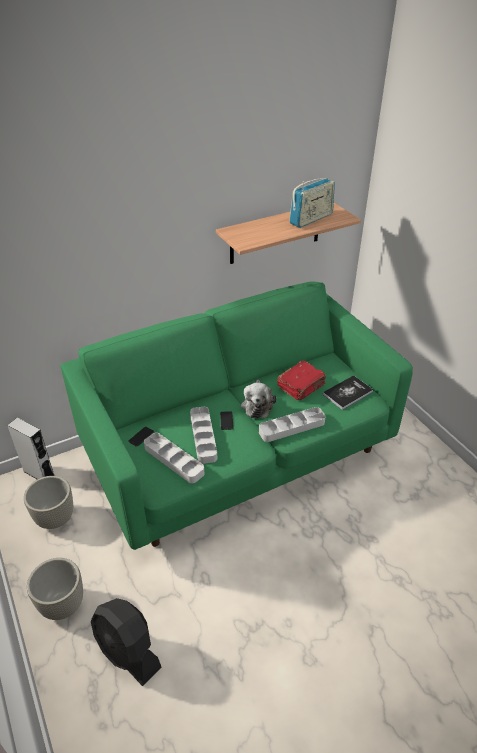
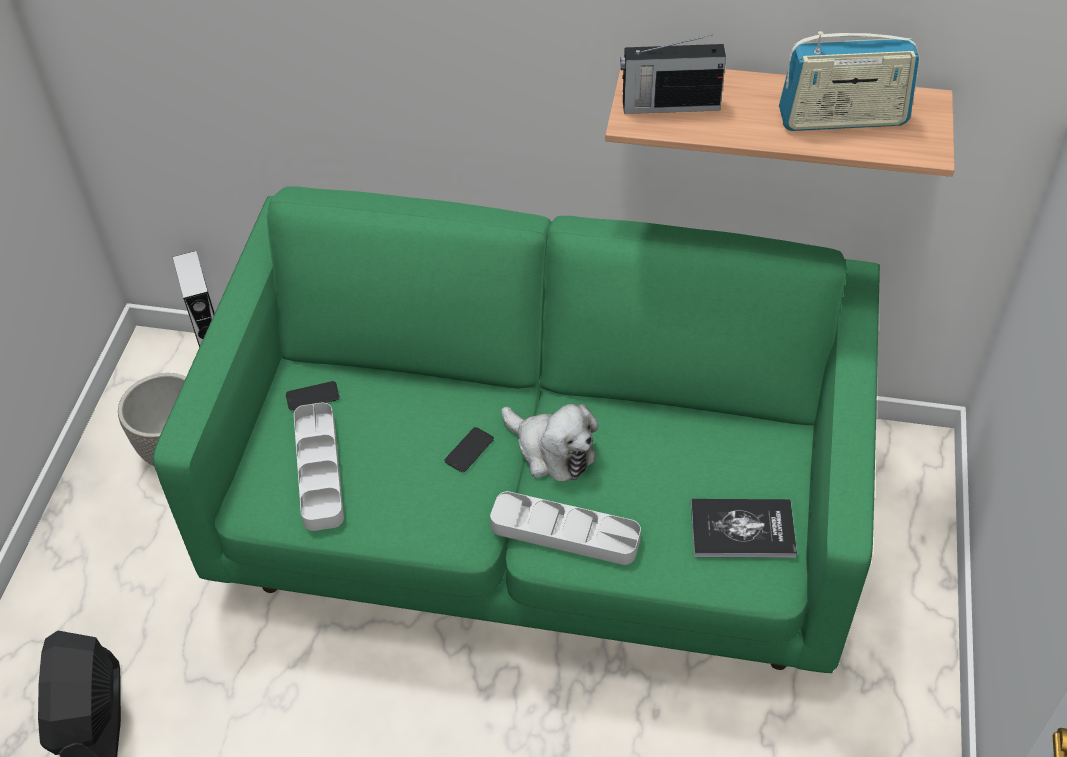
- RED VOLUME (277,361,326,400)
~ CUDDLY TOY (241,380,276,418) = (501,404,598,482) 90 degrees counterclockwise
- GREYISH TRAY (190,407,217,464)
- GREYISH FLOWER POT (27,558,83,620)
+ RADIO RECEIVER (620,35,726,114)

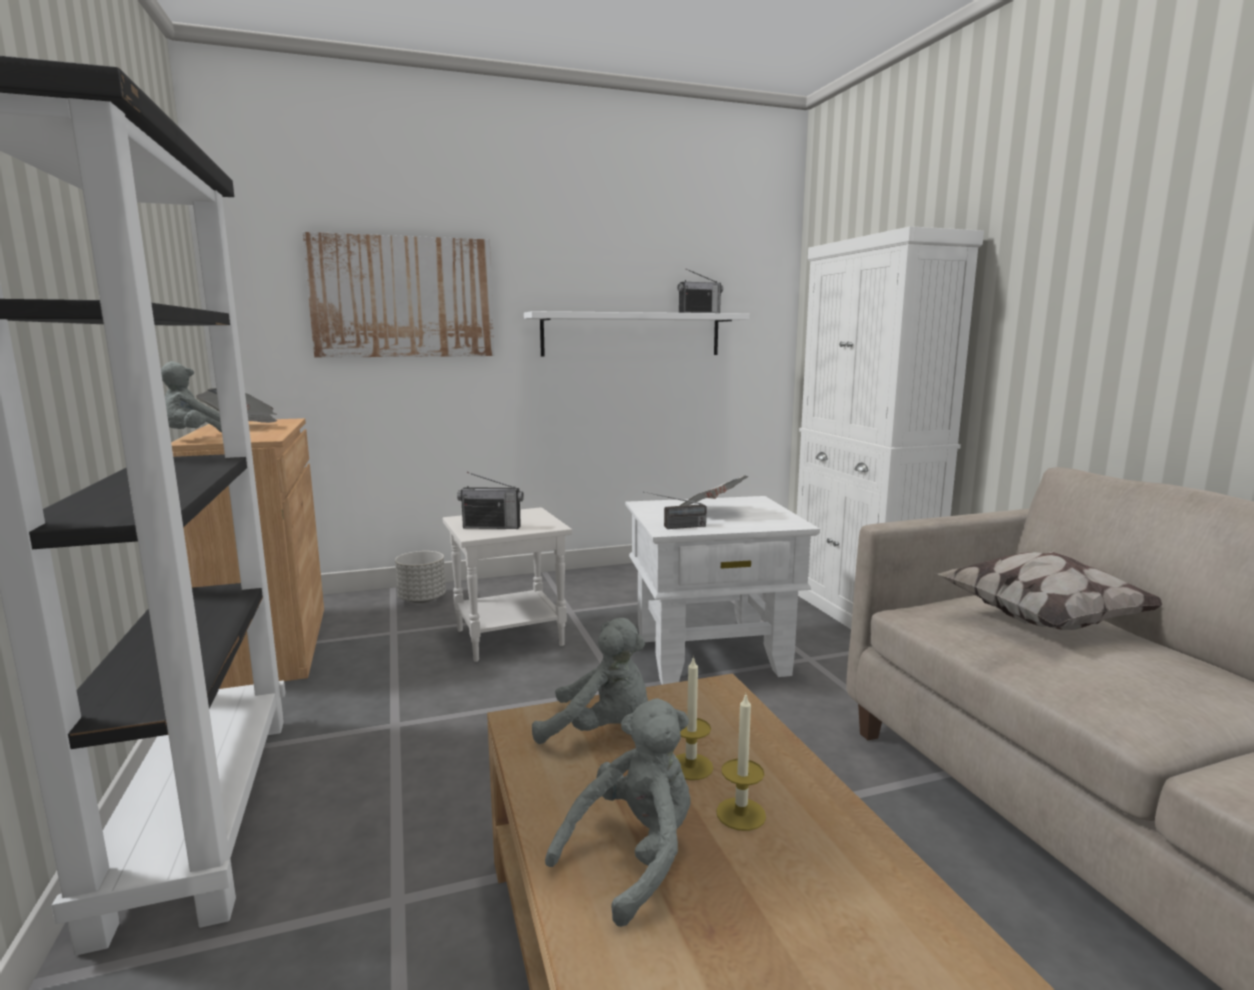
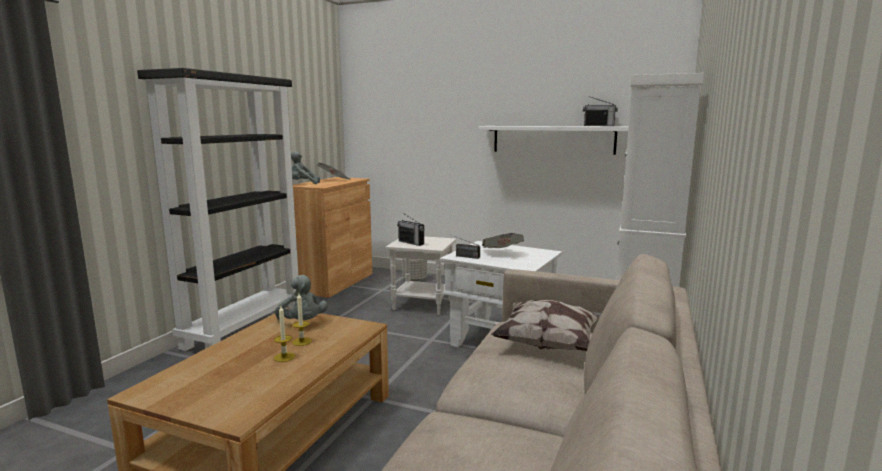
- WALL PICTURE (302,232,495,358)
- GREYISH CUDDLY TOY (545,698,690,927)

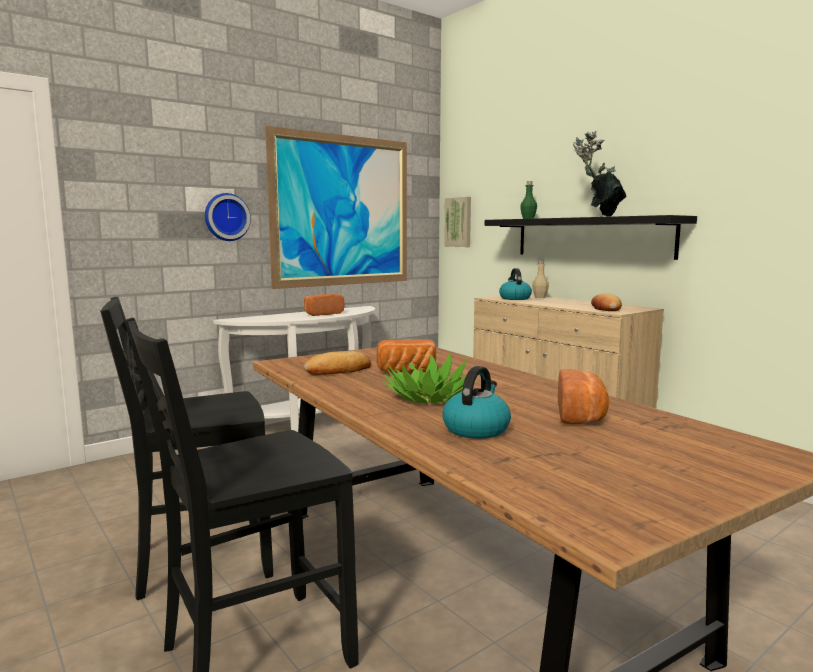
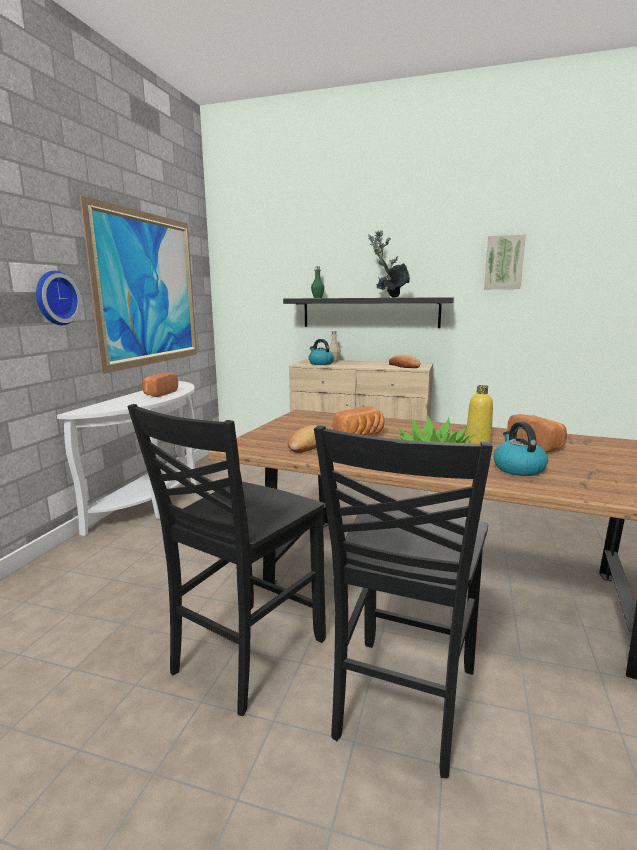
~ WALL PICTURE (444,197,471,247) to (484,235,526,289)
+ YELLOWISH DRINK BOTTLE (466,385,493,444)

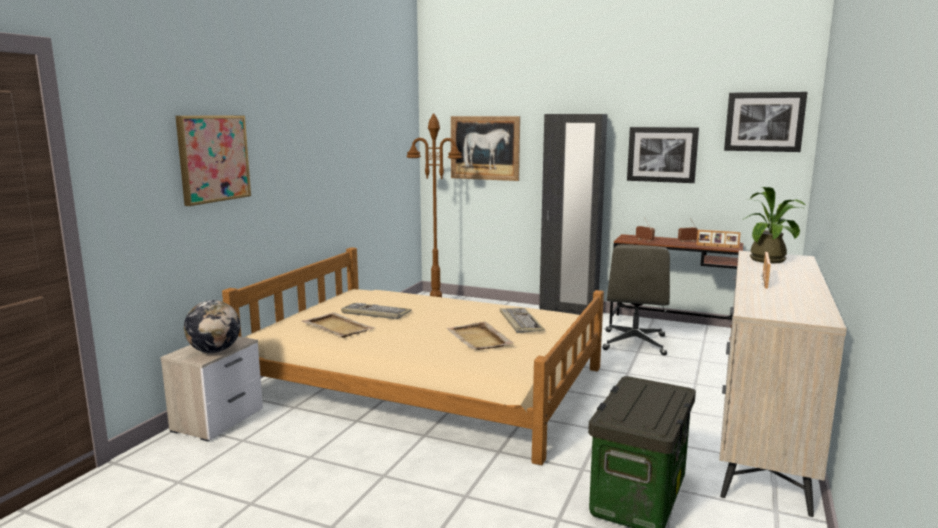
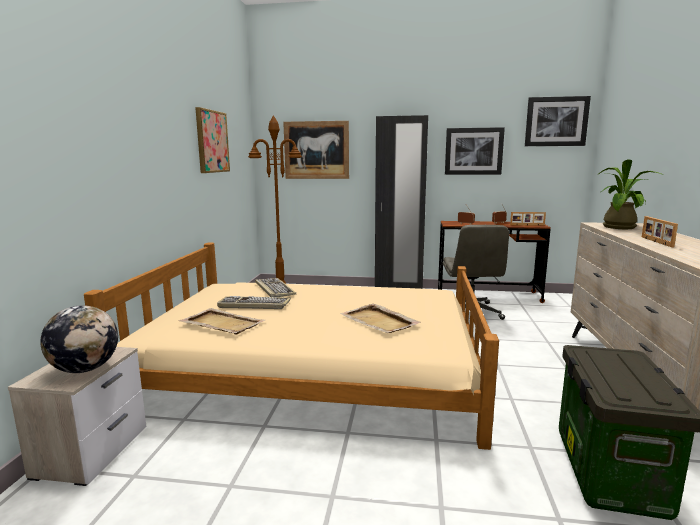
~ WALL PICTURE (175,116,251,206) to (195,107,230,173)
~ COMPUTER KEYBOARD (500,308,545,333) to (255,278,296,297)

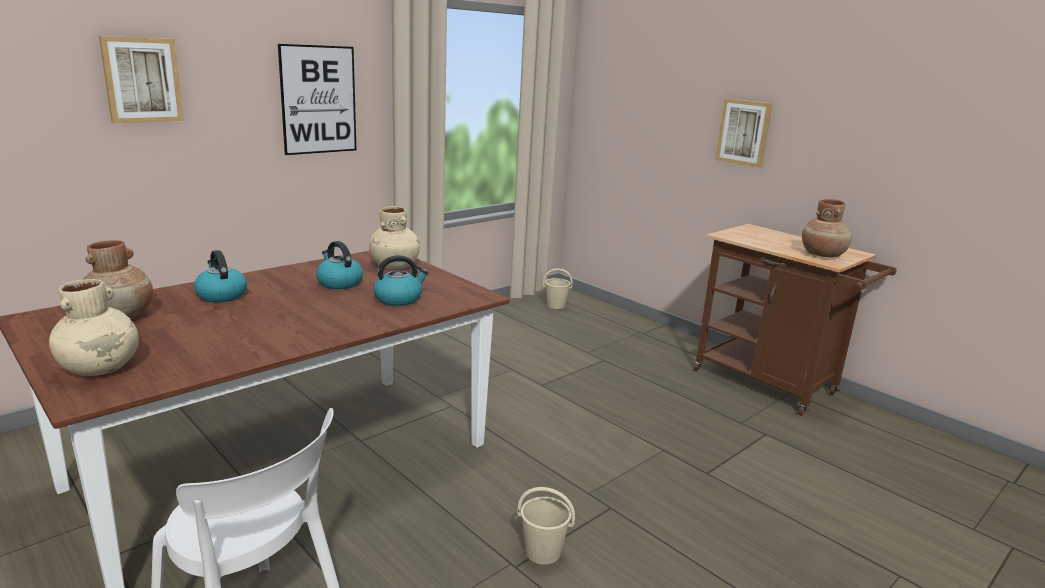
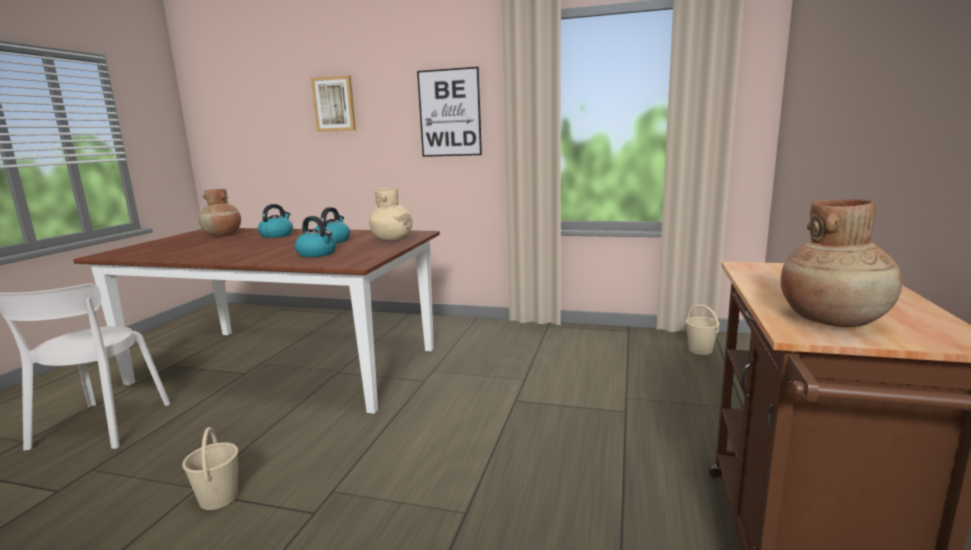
- WALL PICTURE (715,99,773,168)
- SAND-COLOURED VASE (49,279,139,376)

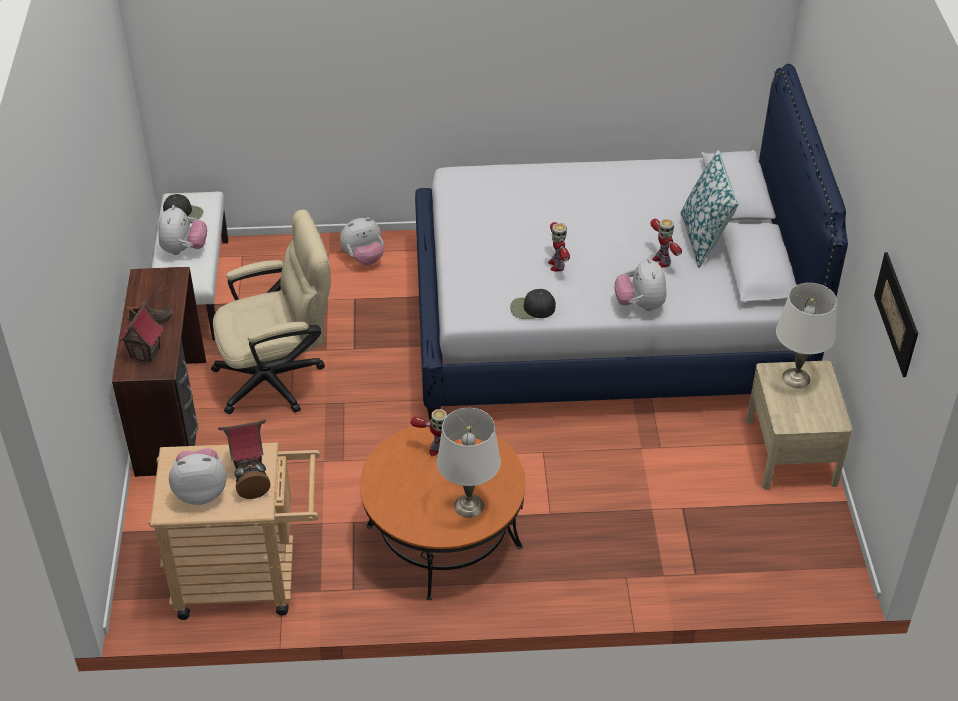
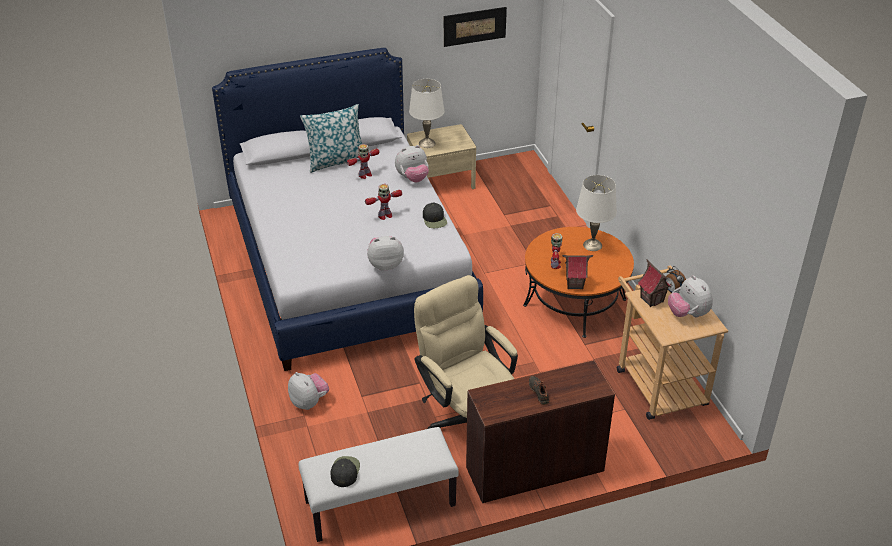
~ CUDDLY TOY (158,205,207,255) to (367,236,404,270)
~ MINIATURE HOUSE (120,299,163,362) to (562,255,593,290)

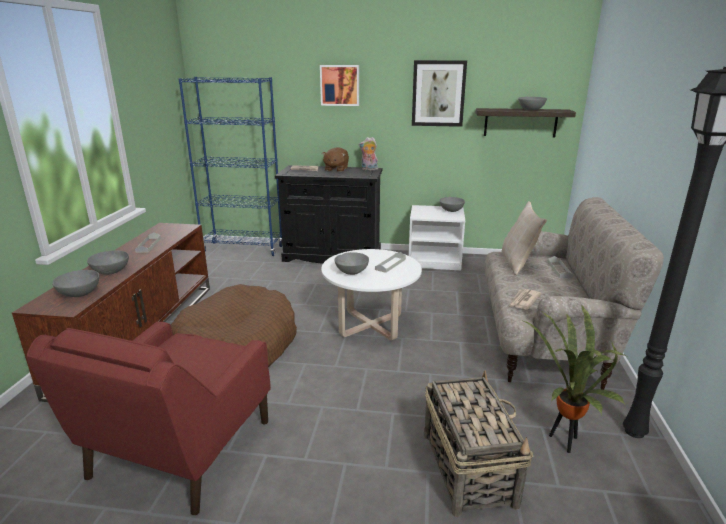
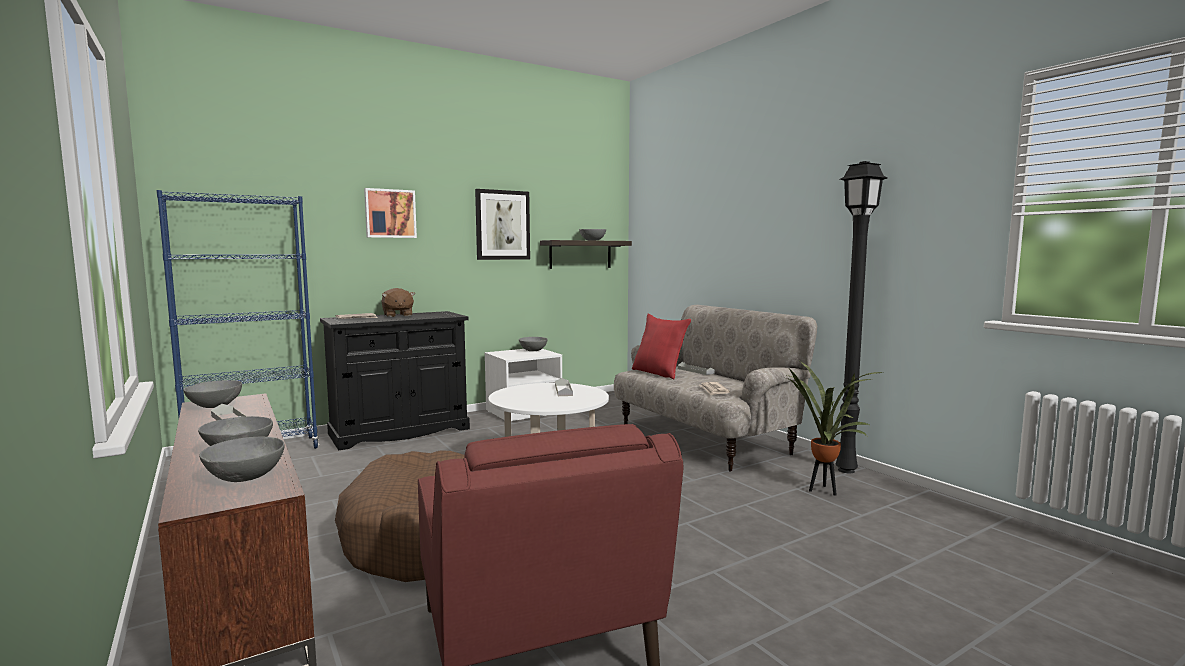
- CUDDLY TOY (359,137,378,170)
~ SAND-COLOURED THROW PILLOW (502,201,547,275) to RED THROW PILLOW (632,314,691,379)
~ GREYISH BOWL (335,252,369,275) to (183,380,242,408)
- STORAGE BASKET (424,370,533,517)

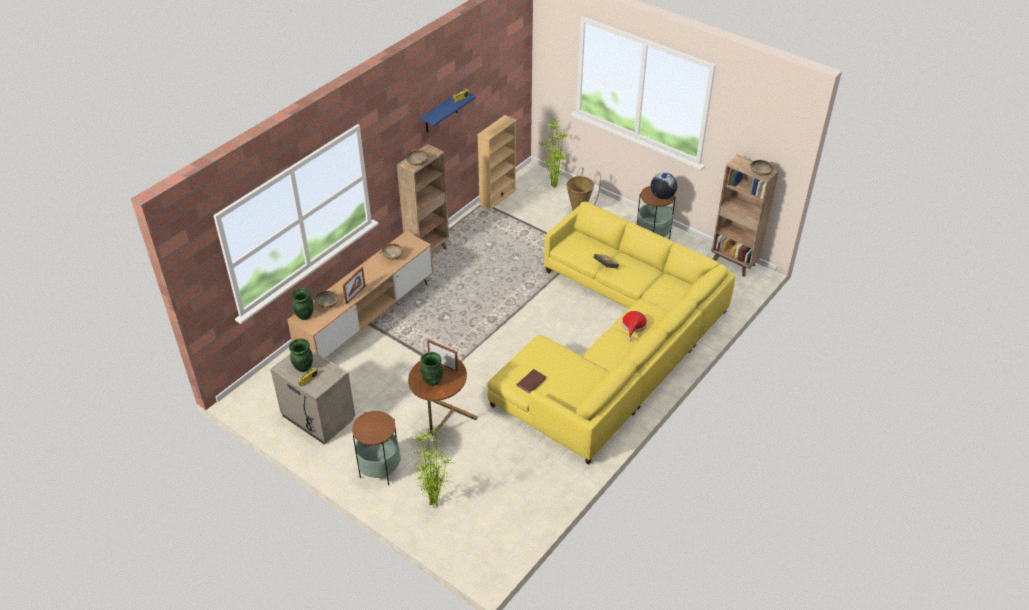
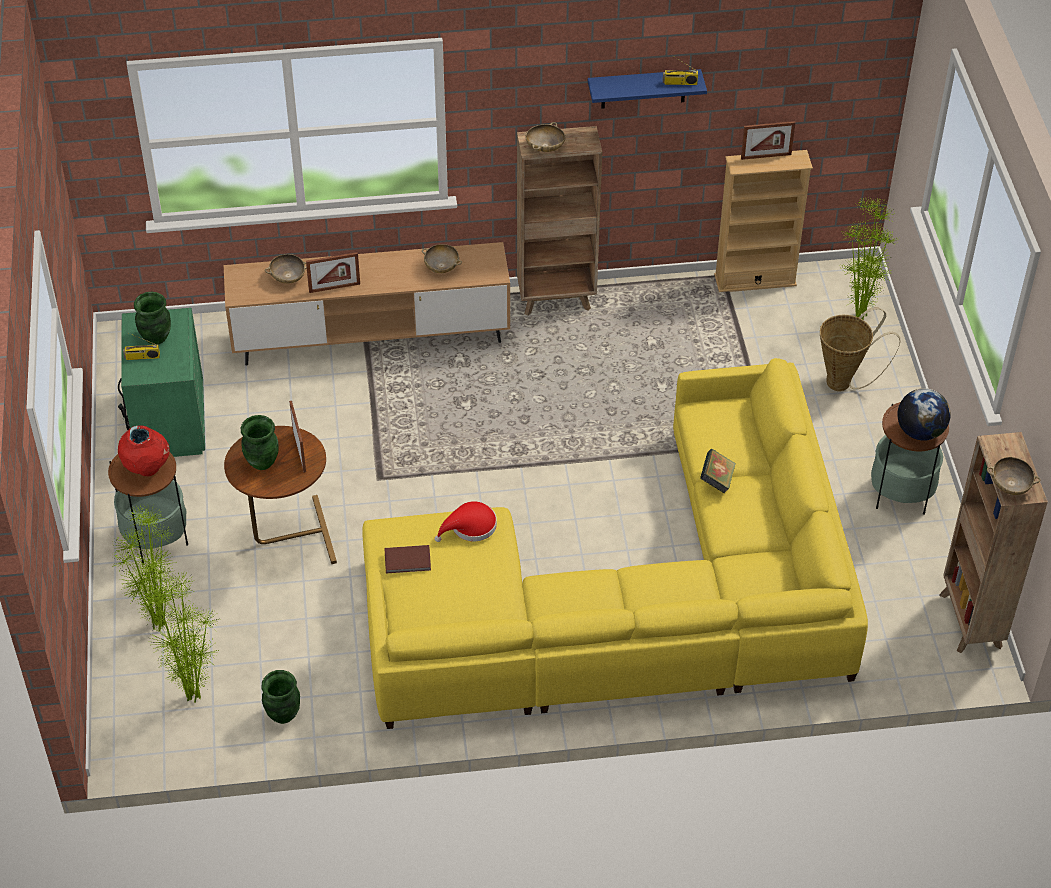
~ GREENISH VASE (291,288,314,320) to (261,670,300,724)
~ RED CLOTHING HAT (622,311,647,341) to (435,501,497,542)
~ SAND-COLOURED NIGHT TABLE (270,349,355,445) to GREENISH NIGHT TABLE (118,308,205,457)
+ PHOTO FRAME (741,121,795,160)
+ RED VASE (118,425,170,476)
+ PLANT IN A POT (140,573,219,703)

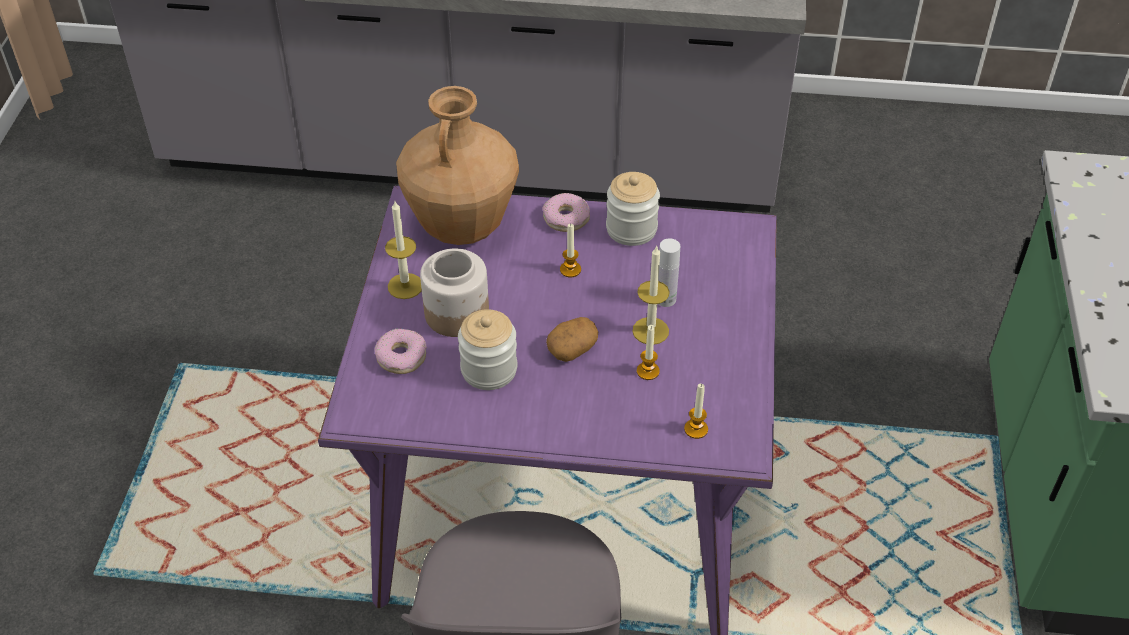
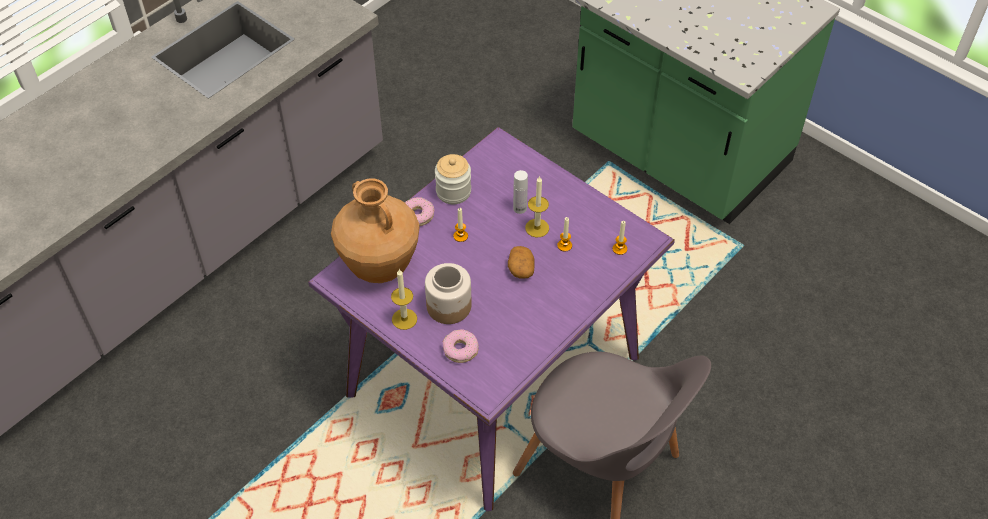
- JAR (458,309,517,390)

